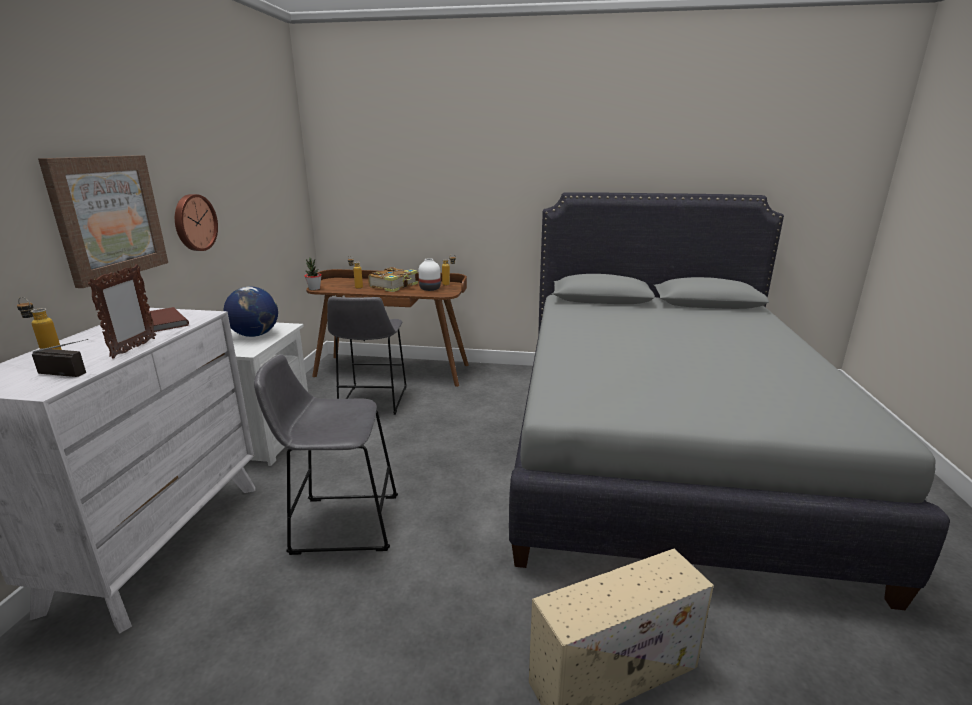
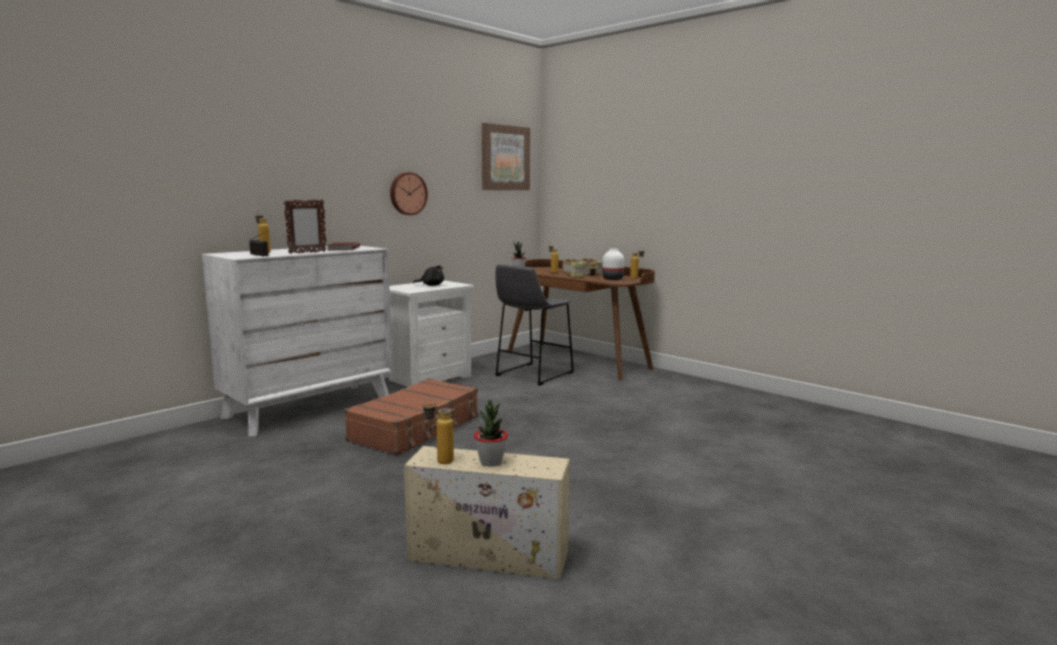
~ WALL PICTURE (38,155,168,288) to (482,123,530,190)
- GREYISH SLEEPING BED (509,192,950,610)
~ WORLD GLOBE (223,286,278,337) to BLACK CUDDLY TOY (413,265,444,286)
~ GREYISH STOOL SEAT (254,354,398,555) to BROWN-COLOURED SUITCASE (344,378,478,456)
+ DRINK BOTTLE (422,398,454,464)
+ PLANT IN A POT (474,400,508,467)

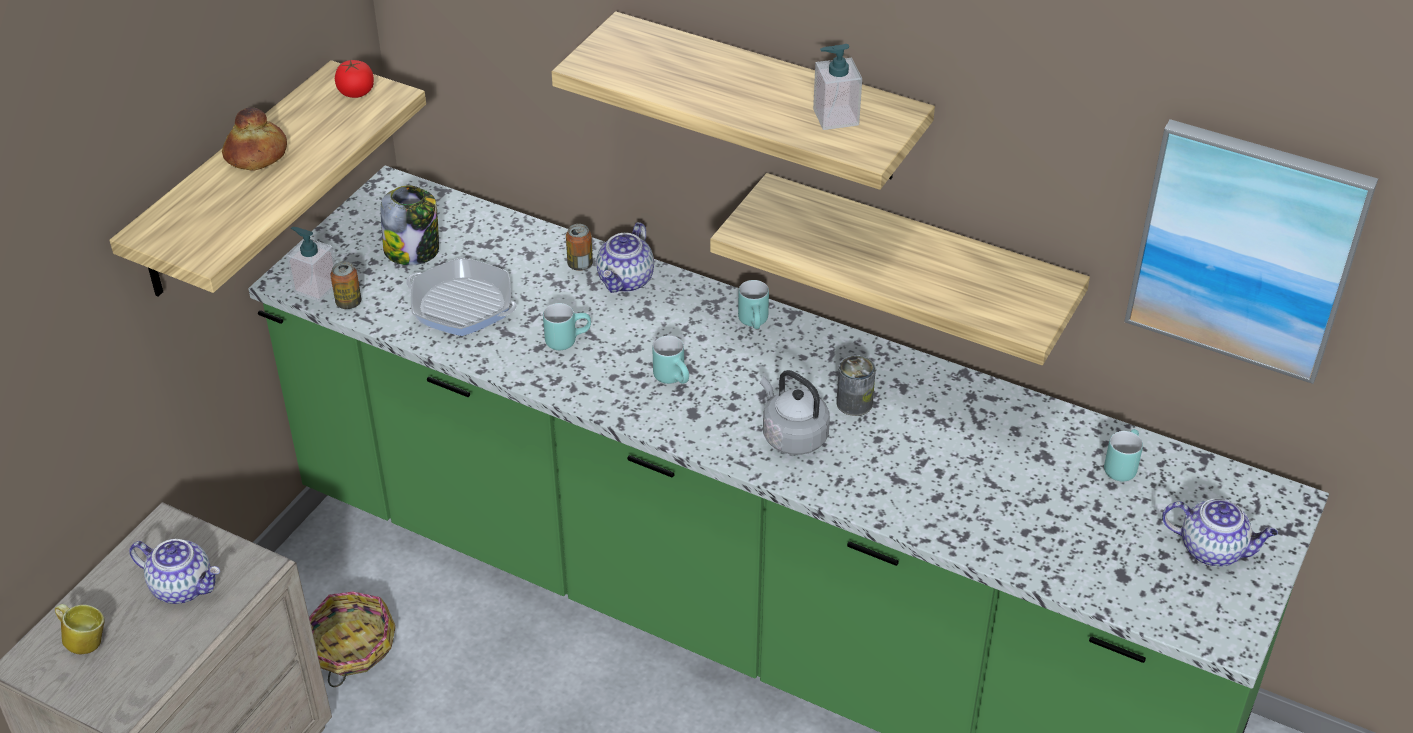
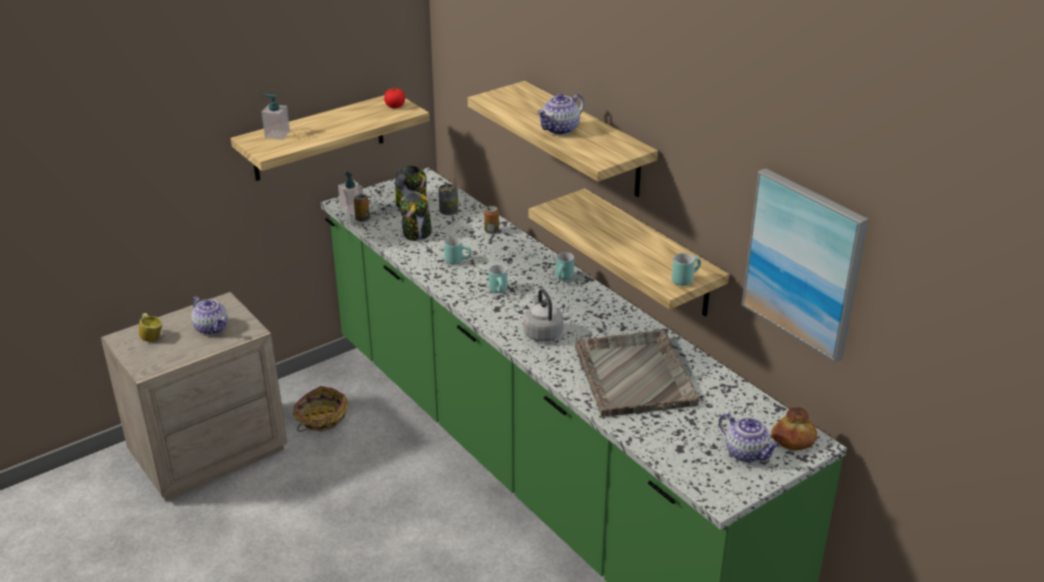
~ SOAP DISPENSER (813,44,862,130) to (261,94,290,140)
~ BREAD (222,107,287,170) to (771,407,817,451)
~ TEA POT (596,222,654,293) to (537,94,584,135)
~ FRYING PAN (406,257,517,336) to JAR (400,192,432,241)
~ METAL CAN (836,355,876,416) to (439,184,458,215)
~ TURQUOISE MUG (1104,429,1143,482) to (672,253,701,286)
+ GREYISH TRAY (575,330,699,417)

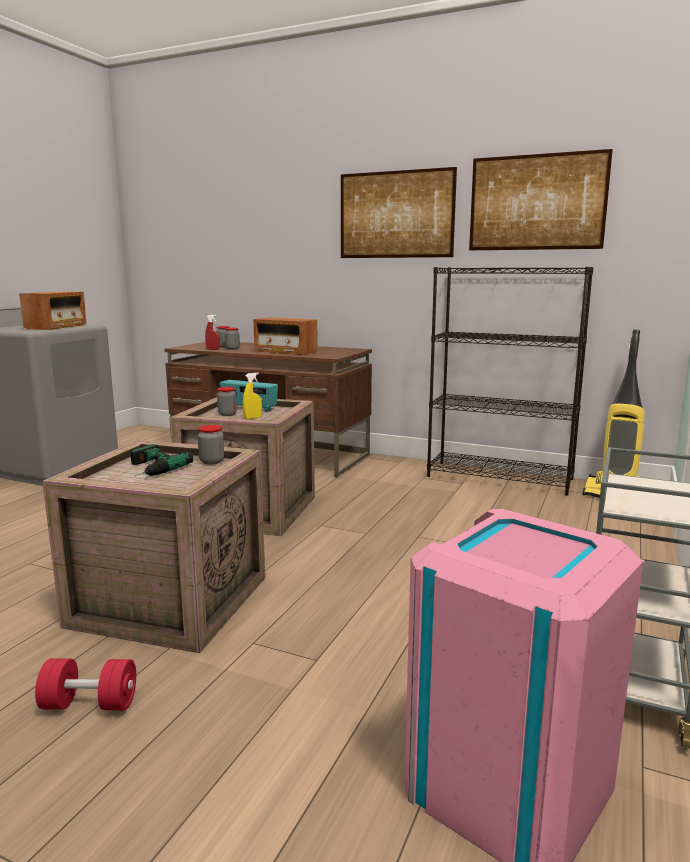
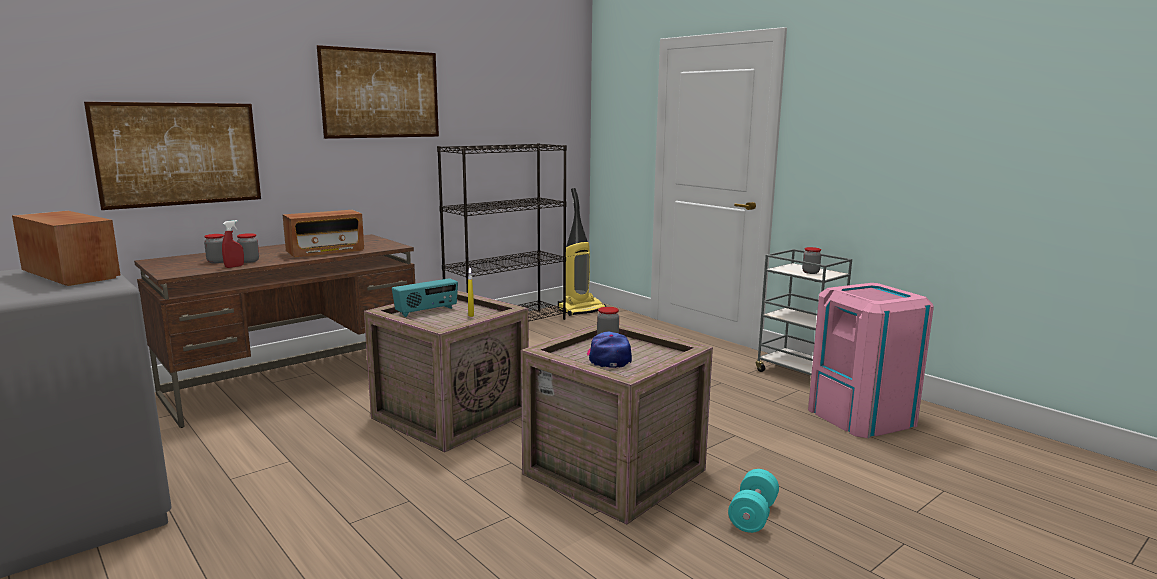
~ WALL PICTURE (469,149,613,250) to (84,102,261,210)
~ JAR (217,387,237,416) to (802,247,821,274)
~ DRILL (130,444,193,476) to PEAKED CAP (587,331,632,368)
~ RED FREE WEIGHT (35,658,136,710) to TURQUOISE FREE WEIGHT (728,469,779,533)

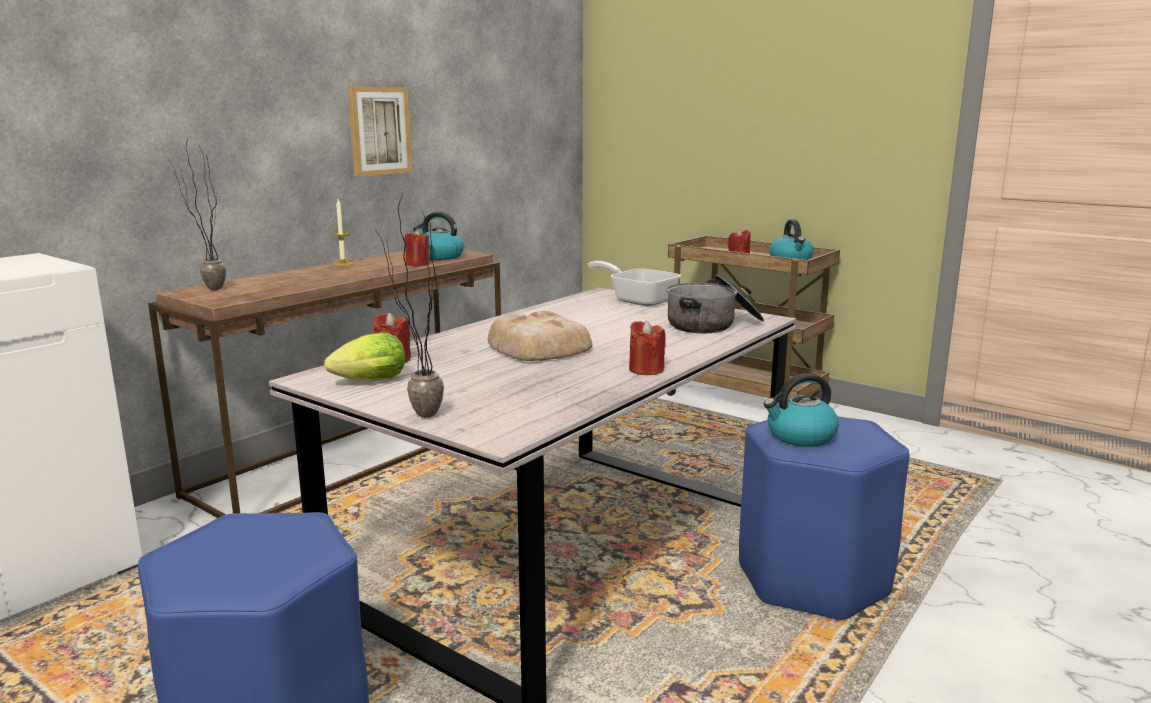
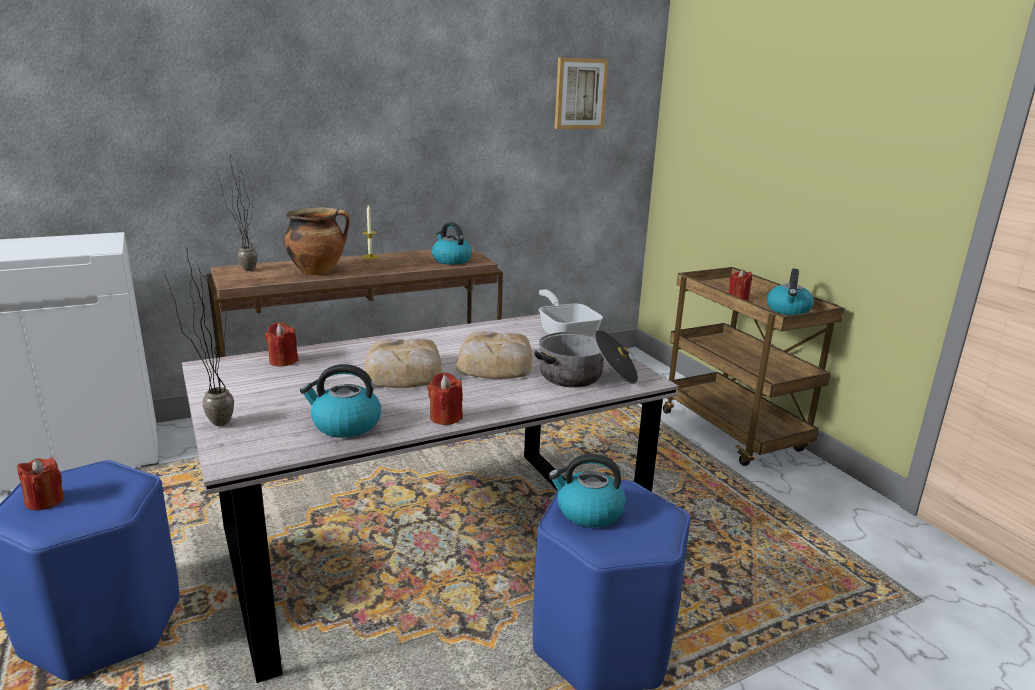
~ WALL PICTURE (347,87,412,177) to (555,57,609,129)
~ RED WAX LIGHT (405,230,430,266) to (17,458,64,510)
- LETTUCE (324,333,405,381)
+ STOCKPOT (284,208,350,275)
+ BREAD (456,331,532,379)
+ TEA KETTLE (300,364,381,438)

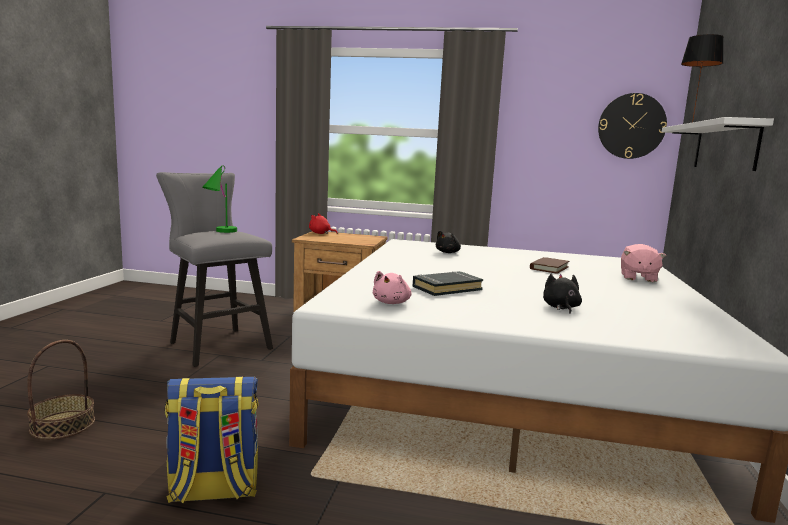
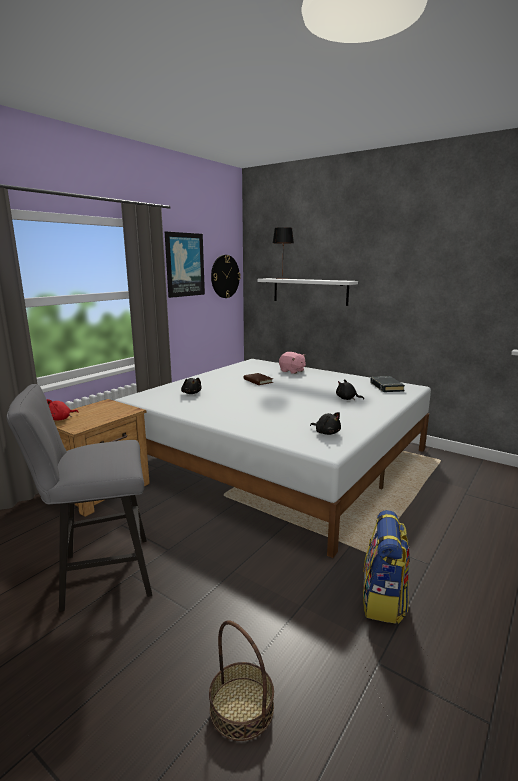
- GREENISH TABLETOP LAMP (203,165,237,233)
~ PINK-COLOURED CUDDLY TOY (373,271,412,304) to BLACK CUDDLY TOY (310,412,341,435)
~ BLACK VOLUME (413,271,483,296) to (370,376,405,392)
+ WALL PICTURE (165,231,205,298)

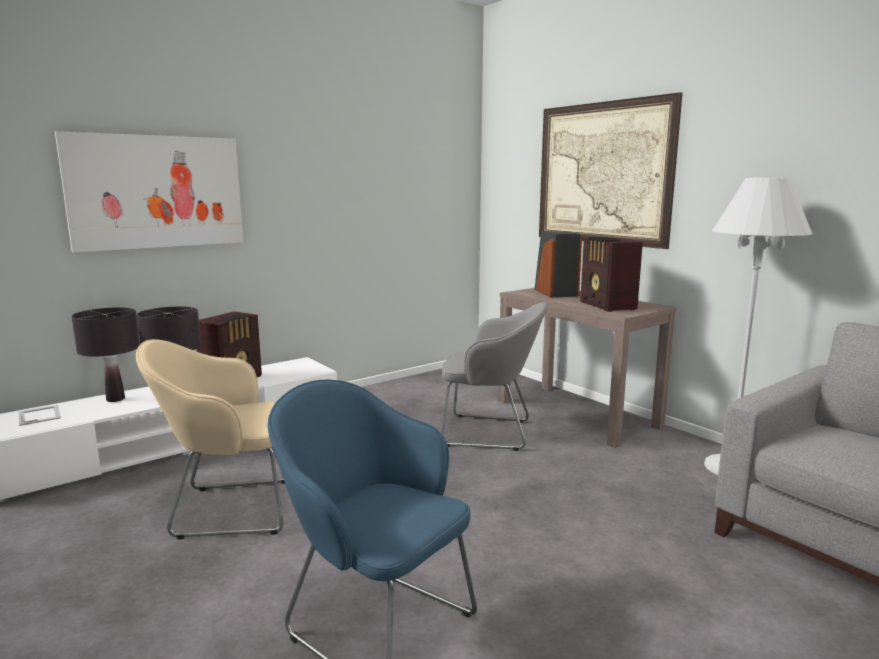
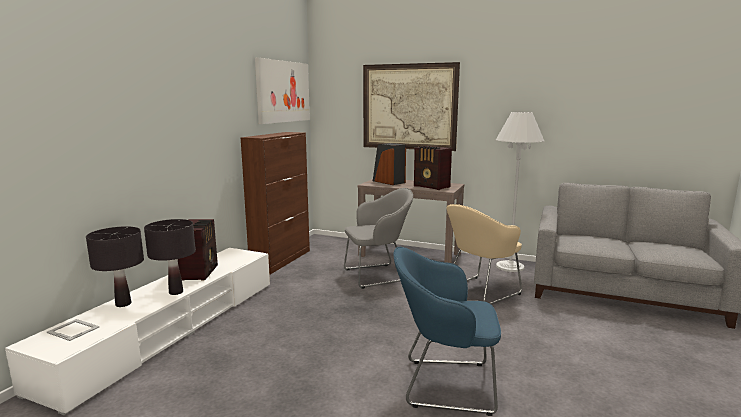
~ WALL PICTURE (55,131,243,252) to (255,58,310,124)
~ SAND-COLOURED ARMCHAIR (136,339,285,539) to (447,204,522,305)
+ BROWN-COLOURED CUPBOARD (241,132,310,275)

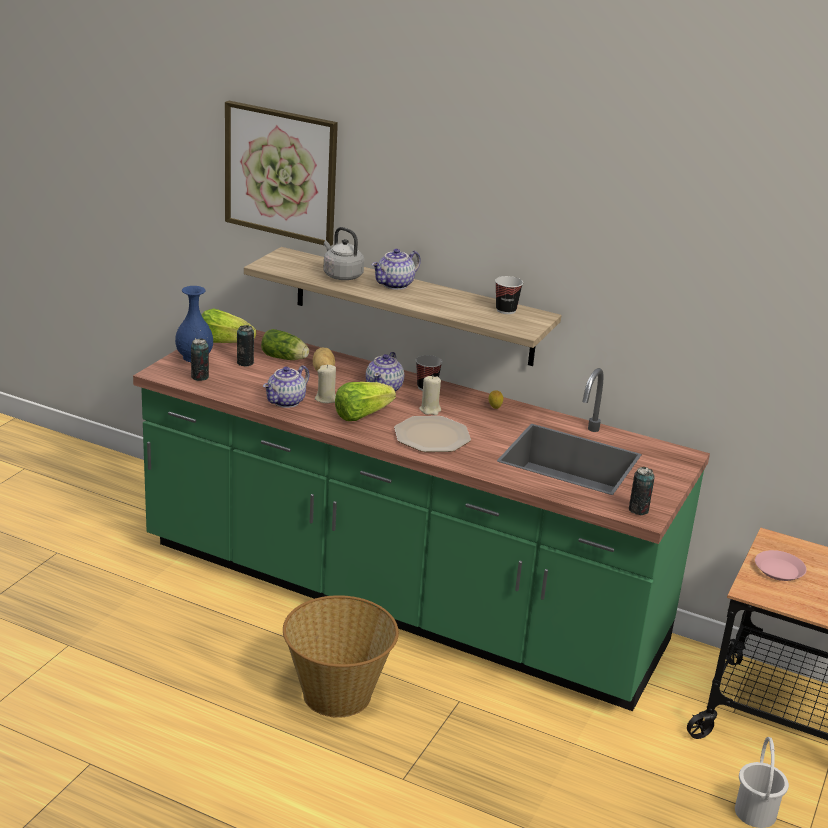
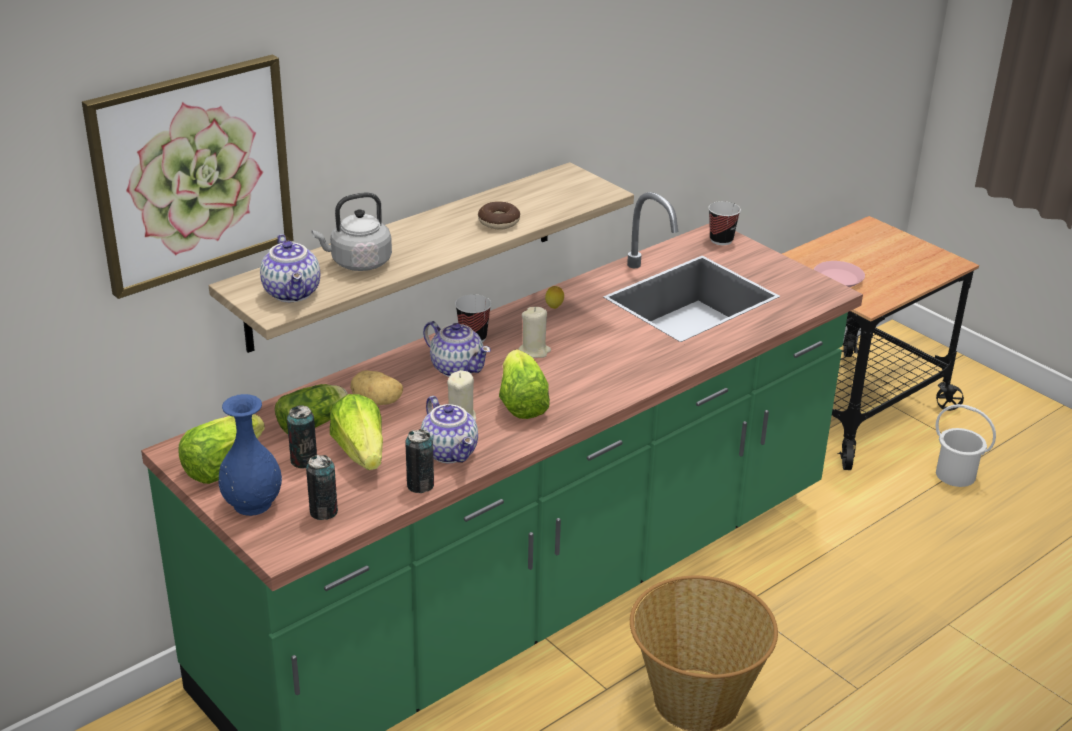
~ TEA POT (372,249,421,290) to (260,234,320,302)
~ SMALL CUP (495,276,523,314) to (708,201,741,245)
- PLATE (394,416,471,452)
~ METAL CAN (629,467,655,515) to (405,429,434,493)
+ DONUT (478,201,520,230)
+ LETTUCE (330,394,383,470)

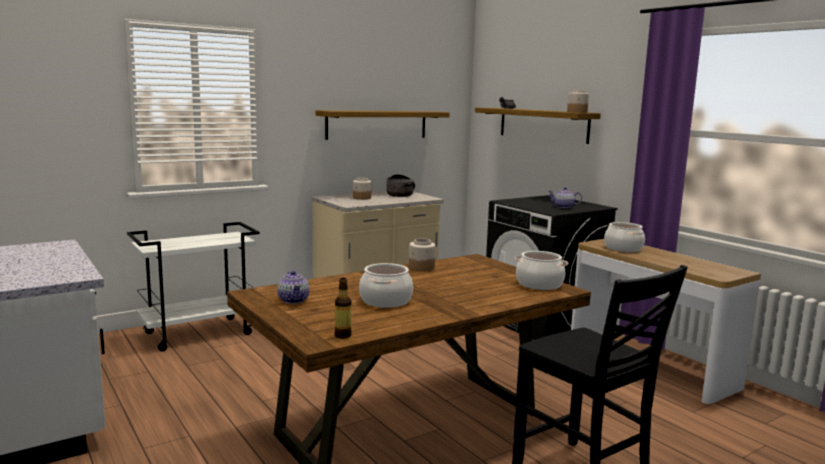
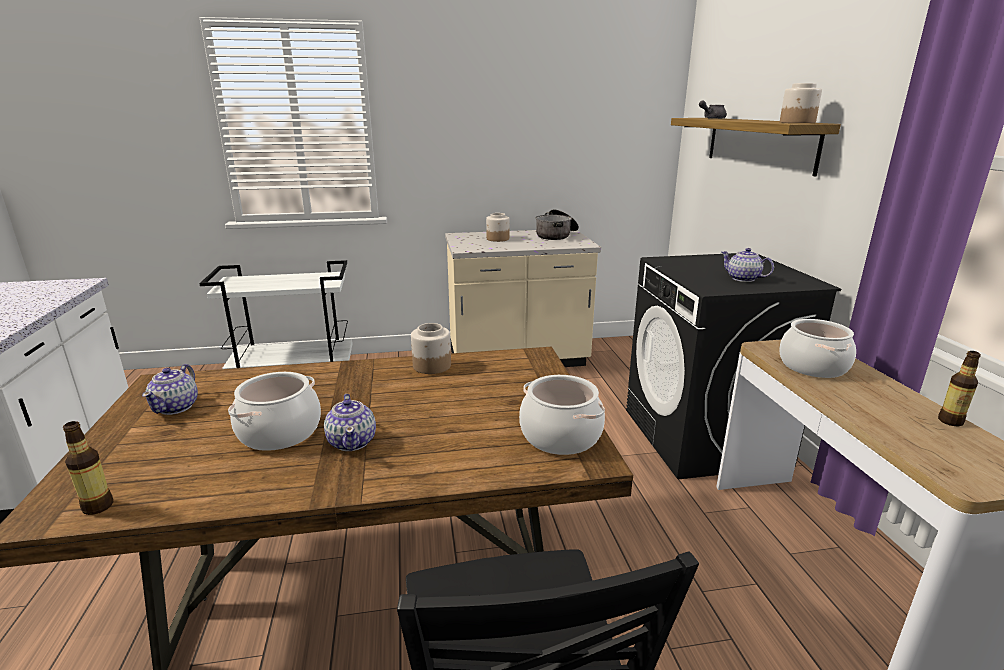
- BRACKET SHELF (315,110,450,140)
+ DRINK BOTTLE (938,351,981,426)
+ TEA POT (324,394,376,451)

